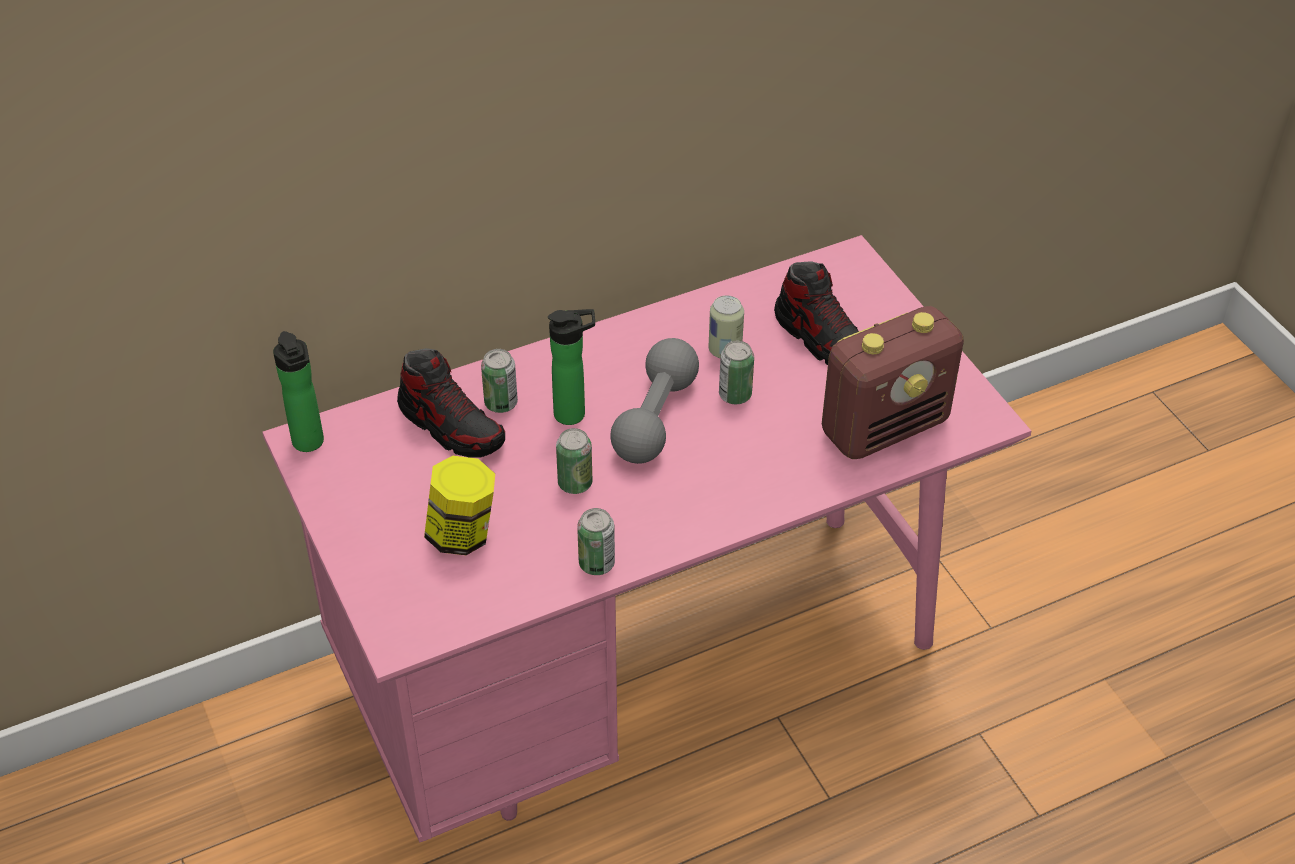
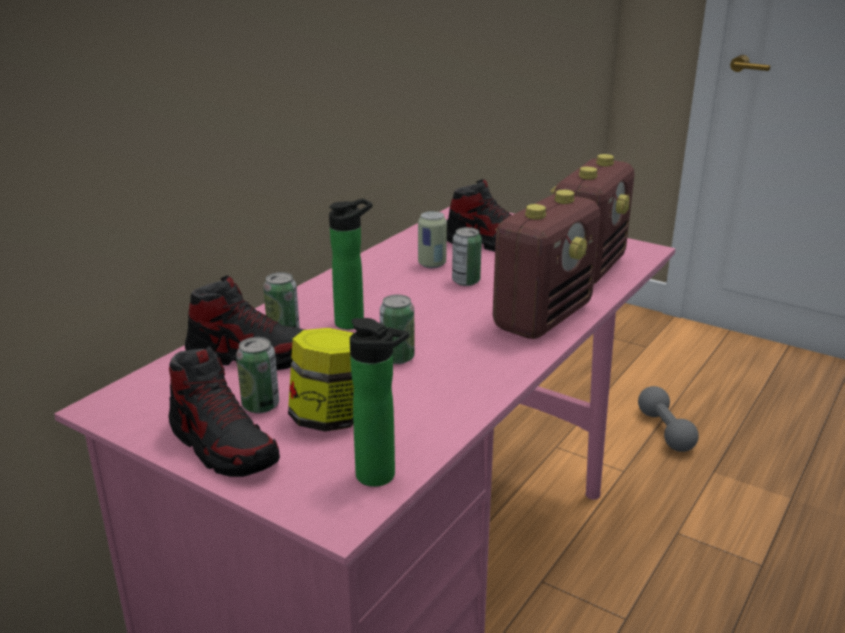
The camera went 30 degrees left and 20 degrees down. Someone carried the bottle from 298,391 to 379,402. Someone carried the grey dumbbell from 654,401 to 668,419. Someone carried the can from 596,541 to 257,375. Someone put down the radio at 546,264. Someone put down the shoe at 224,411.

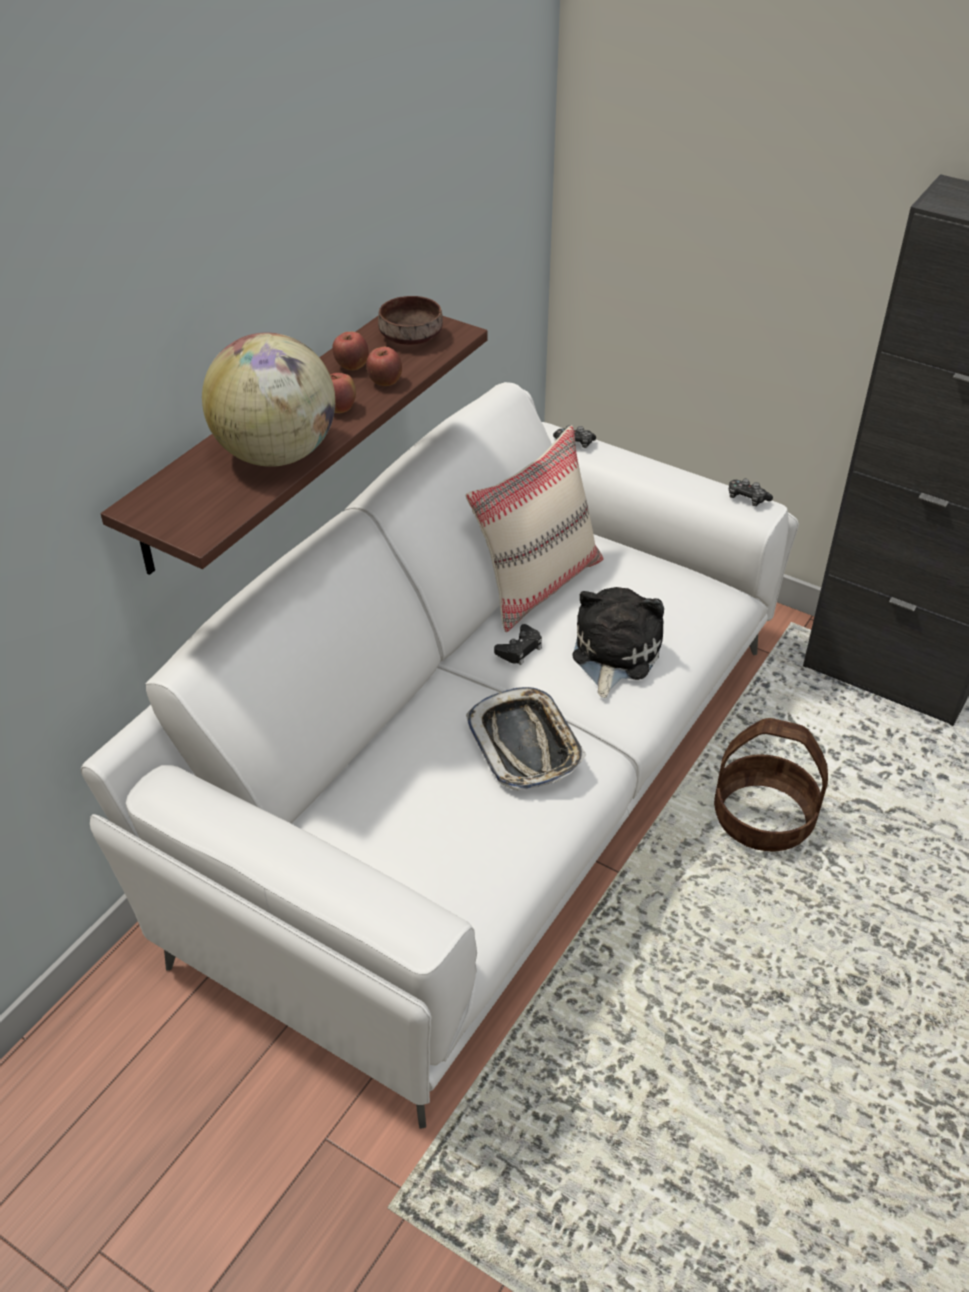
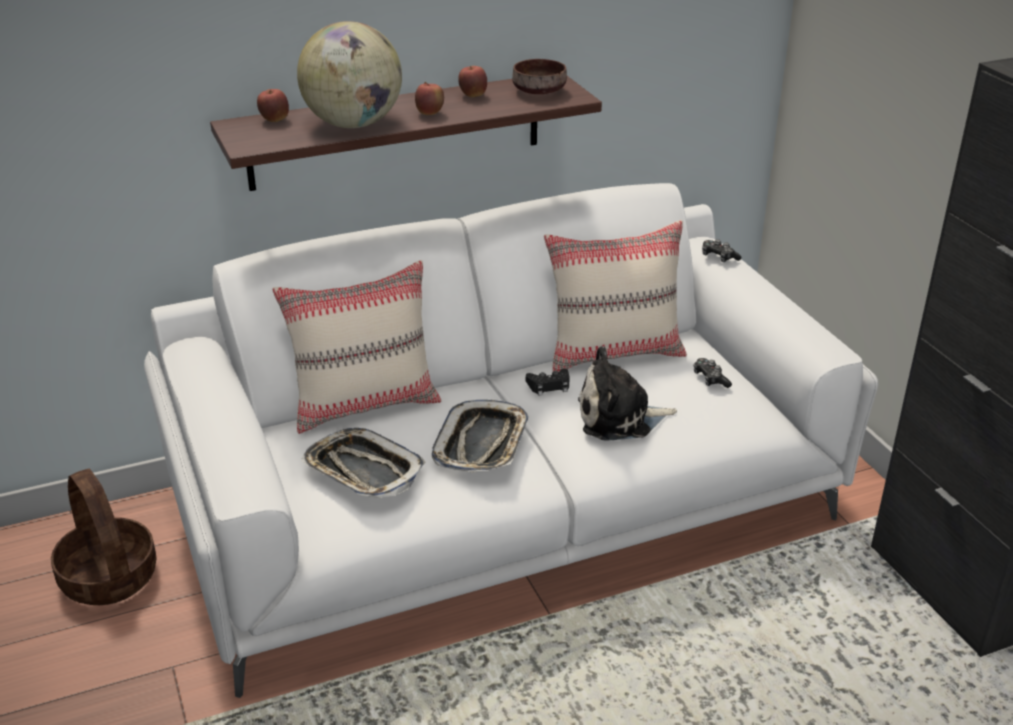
The camera went 35 degrees right and 10 degrees down. Someone carried the apple from 384,366 to 273,105. Someone carried the game controller from 751,492 to 712,373. Someone rotated the plush toy at 618,642 by 150 degrees counterclockwise. Someone carried the basket from 771,785 to 104,537. Someone put down the beige pillow at 357,347. Someone put down the tray at 363,463.

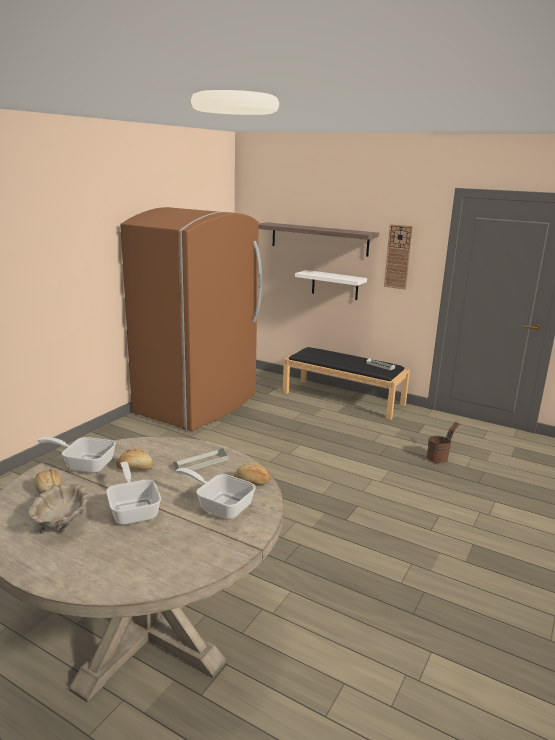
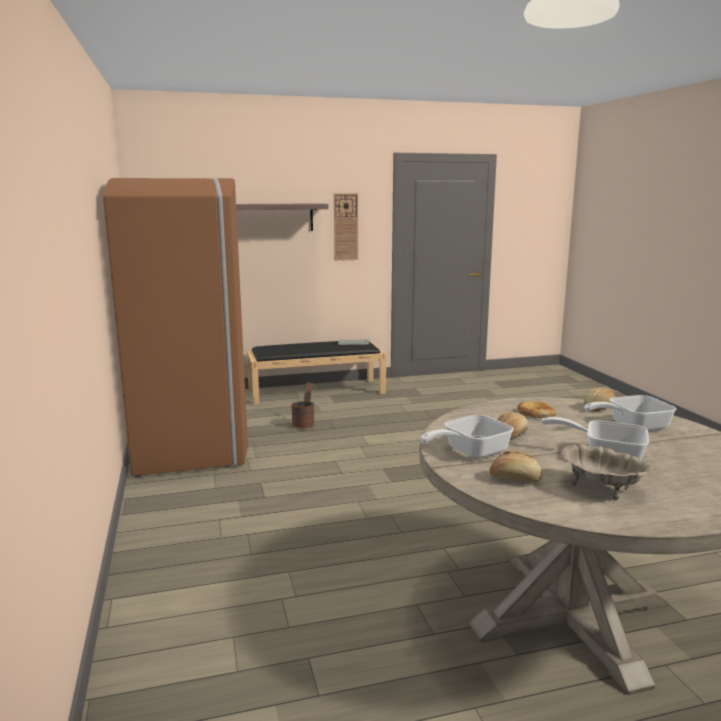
The camera went 45 degrees left and 5 degrees down. Someone took away the white shelf at 331,285. Someone carried the brown bucket from 443,442 to 302,405. Someone swapped the grey tray at 200,459 for the bread at 536,409.

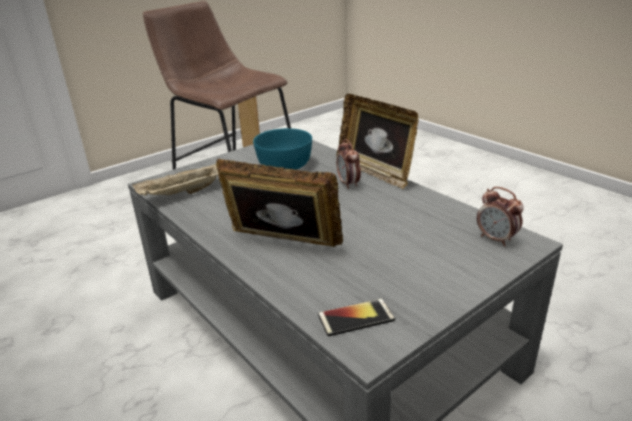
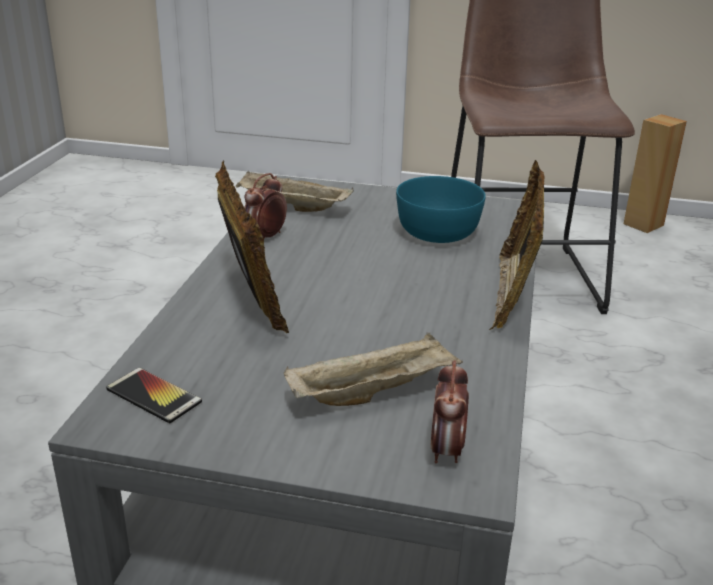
The camera went 50 degrees right and 0 degrees up. Someone carried the alarm clock from 348,164 to 266,206. Someone put down the beige tray at 373,369.

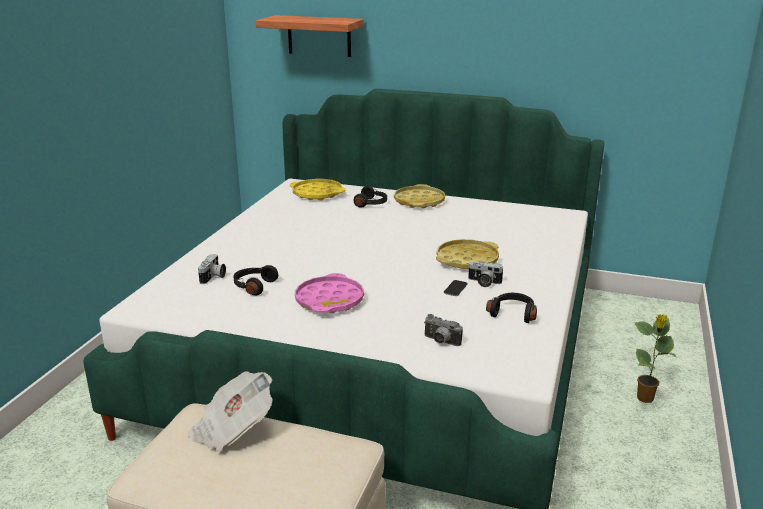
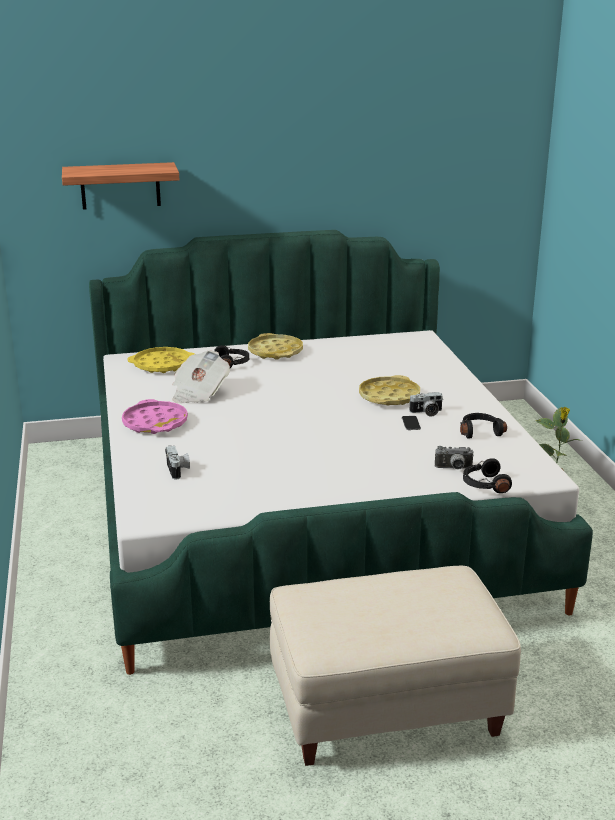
The camera went 30 degrees left and 0 degrees up. Someone carried the black headphones from 255,280 to 487,475. Someone carried the pink tray from 329,293 to 155,416. Someone carried the newspaper from 230,411 to 201,377.

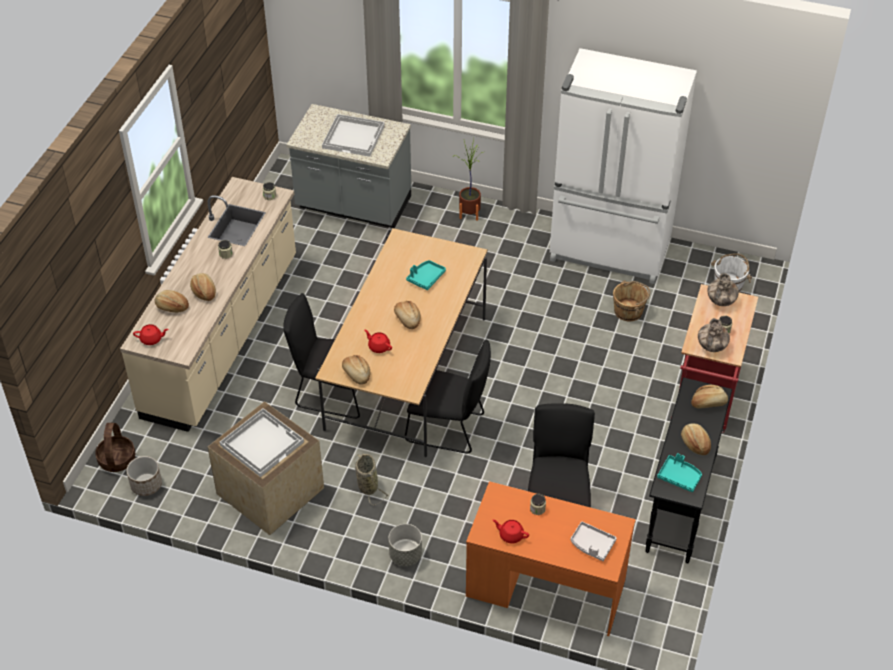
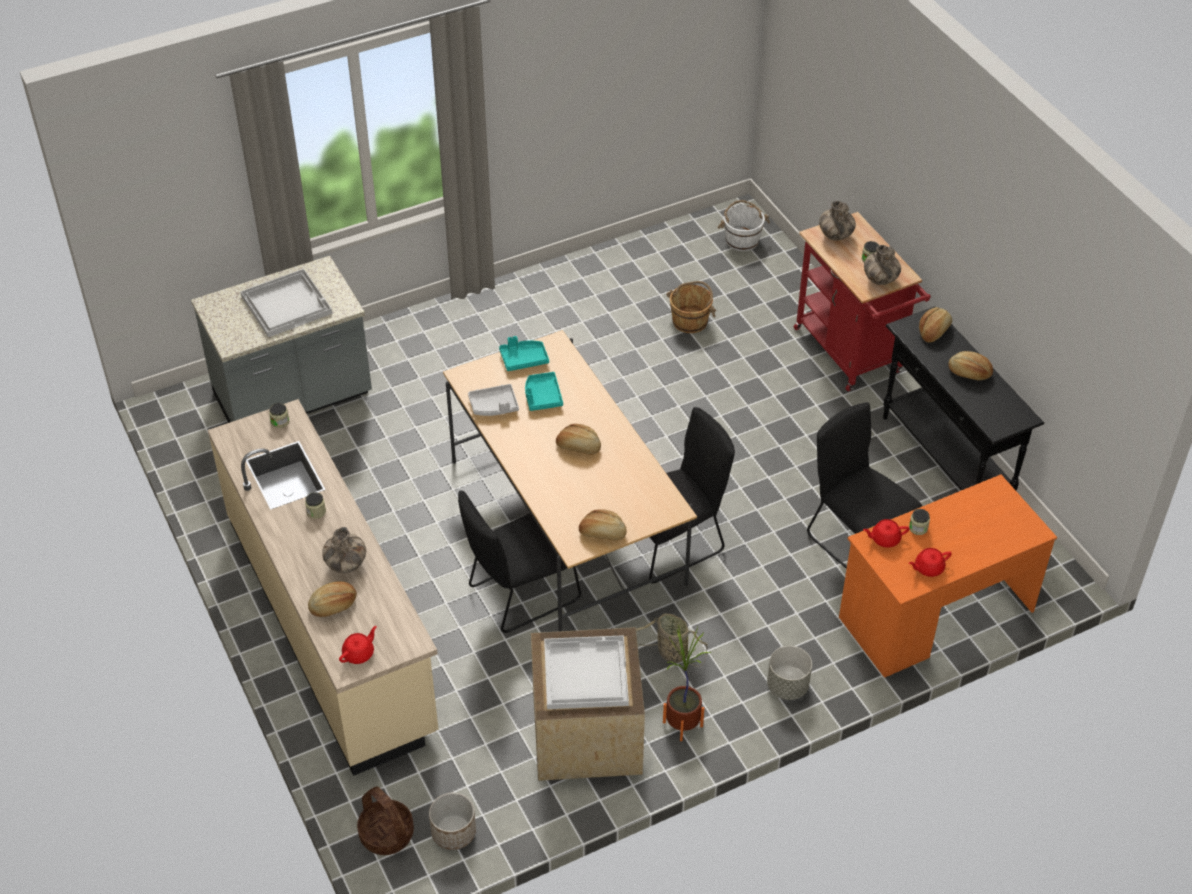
The camera went 45 degrees left and 0 degrees up. Someone took away the white fridge at 623,166. Someone carried the potted plant from 468,179 to 687,682. Someone swapped the bread at 203,287 for the vase at 344,550. Someone carried the red teapot from 378,341 to 886,533. Someone carried the turquoise tray from 679,472 to 524,353. Someone carried the grey tray from 593,541 to 493,400.

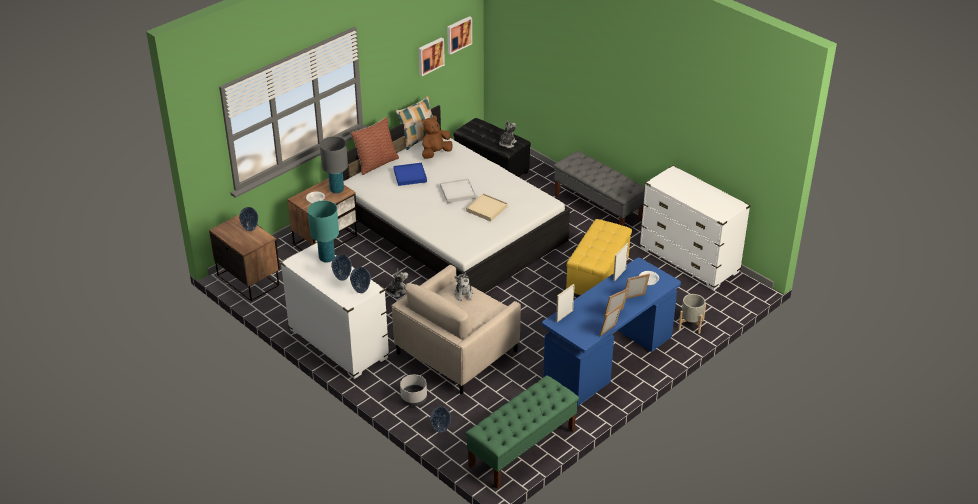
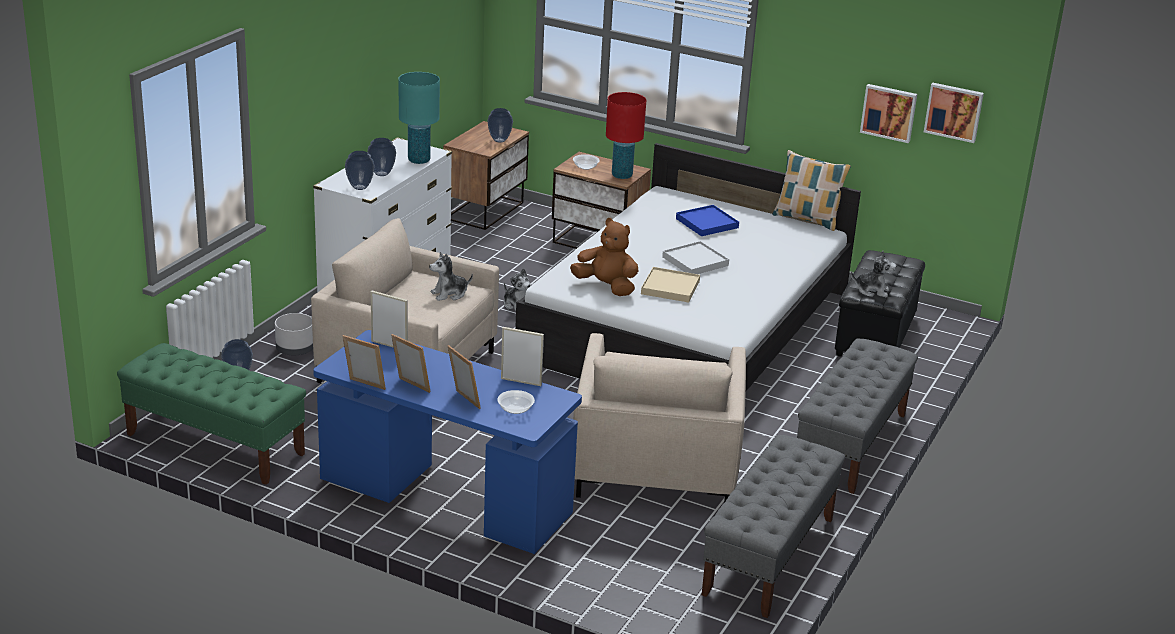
The camera went 70 degrees right and 10 degrees down. Someone carried the brown plush toy from 437,137 to 604,257. Someone took away the pillow at 374,146. Someone repainted the grey table lamp at 334,164, which became the red table lamp at 626,135. Someone swapped the white dresser at 695,227 for the grey bench at 773,526. Someone swapped the yellow ottoman at 599,257 for the beige armchair at 659,418. Someone took away the grey planter at 692,314.

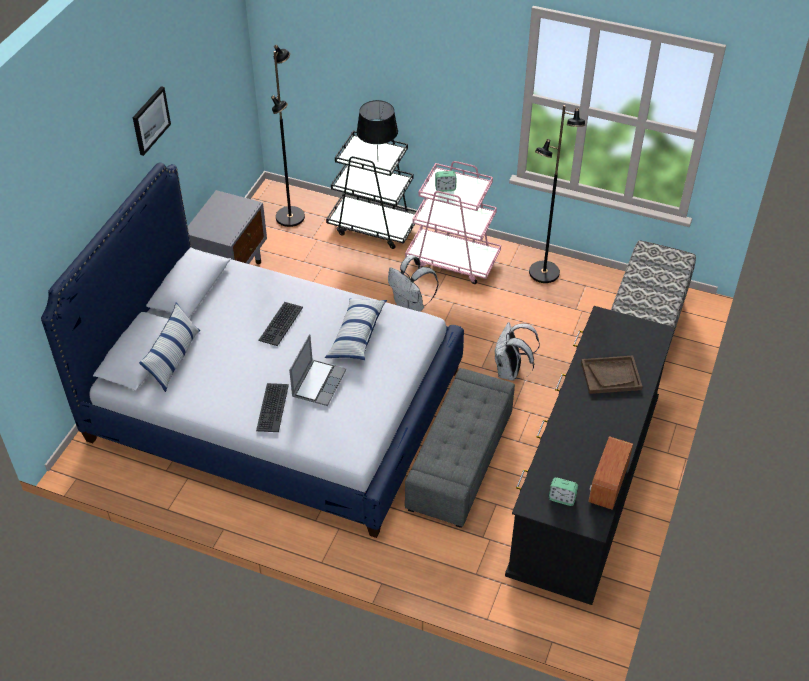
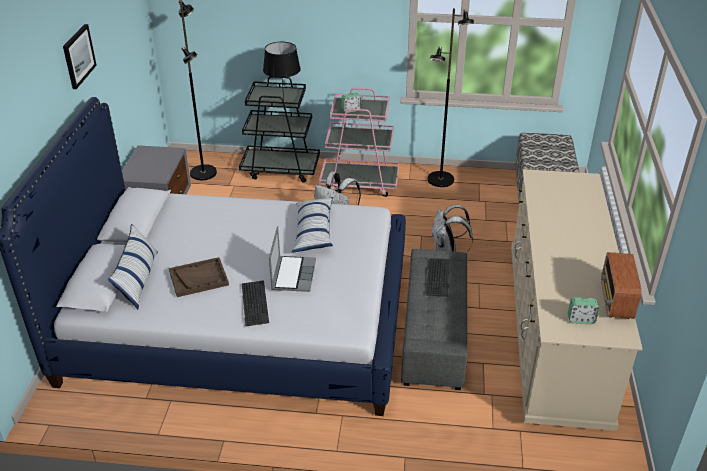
The camera went 15 degrees left and 10 degrees down. Someone carried the keyboard from 281,324 to 438,277. Someone repainted the black dresser at 590,455, which became the beige dresser at 577,300. Someone carried the brown tray from 612,374 to 199,277.

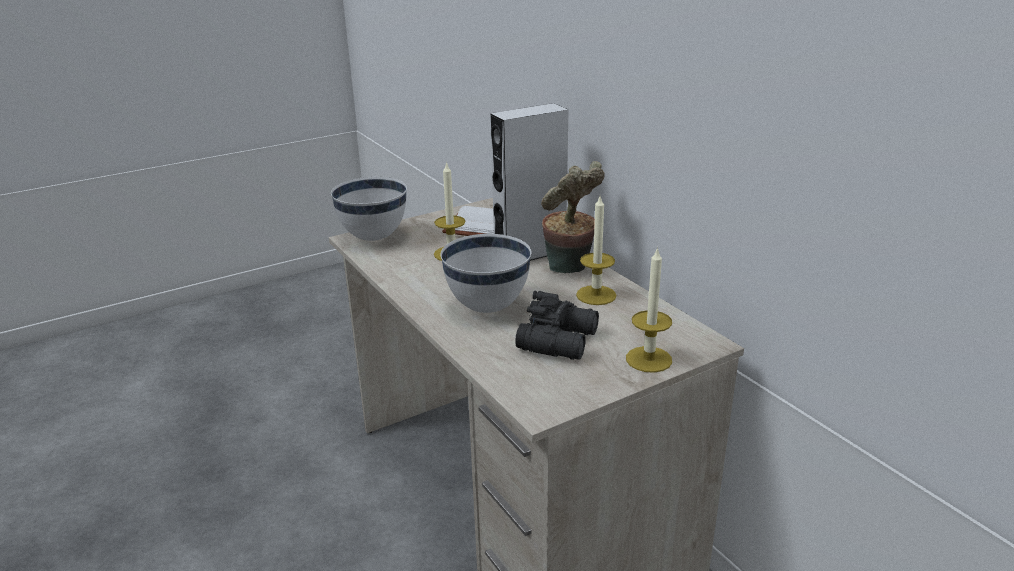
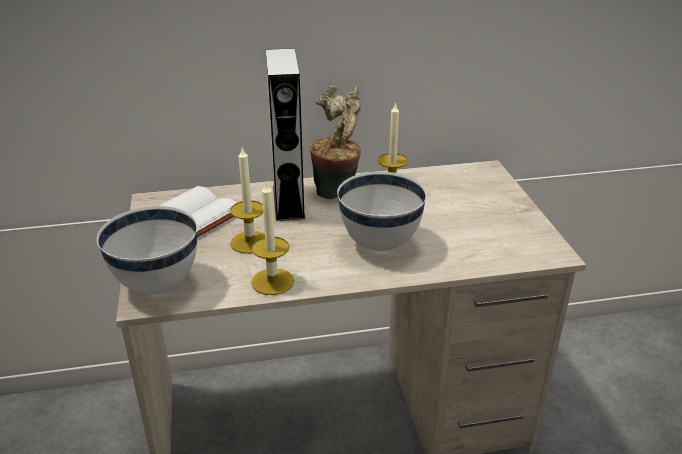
The camera went 70 degrees left and 5 degrees up. Someone carried the candle from 649,310 to 272,238. Someone took away the black binoculars at 557,325.

